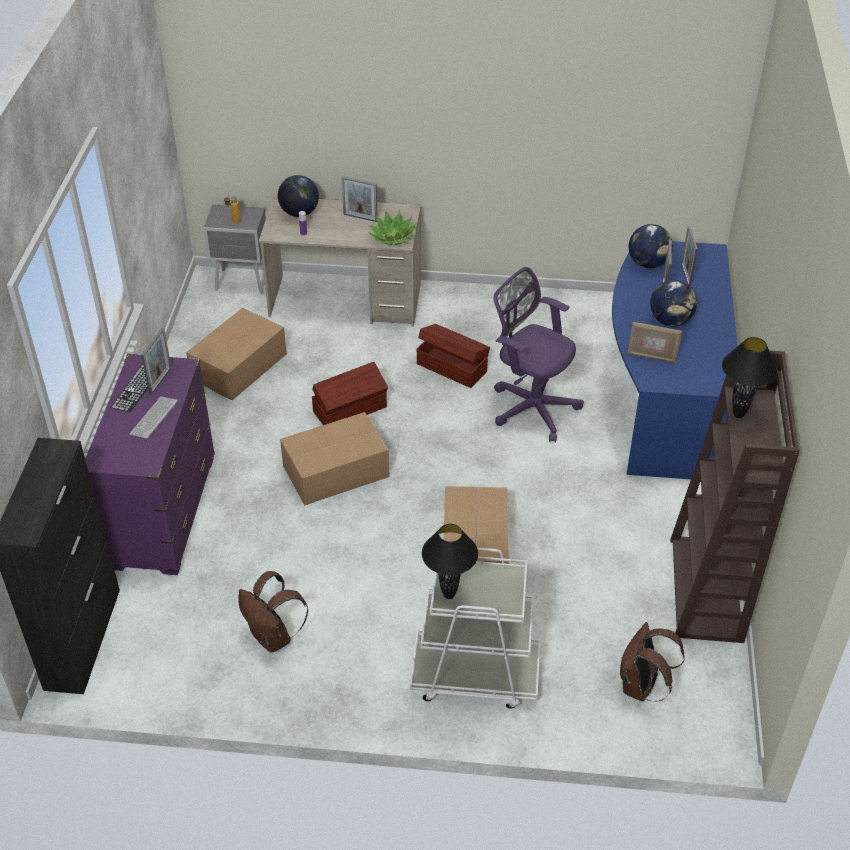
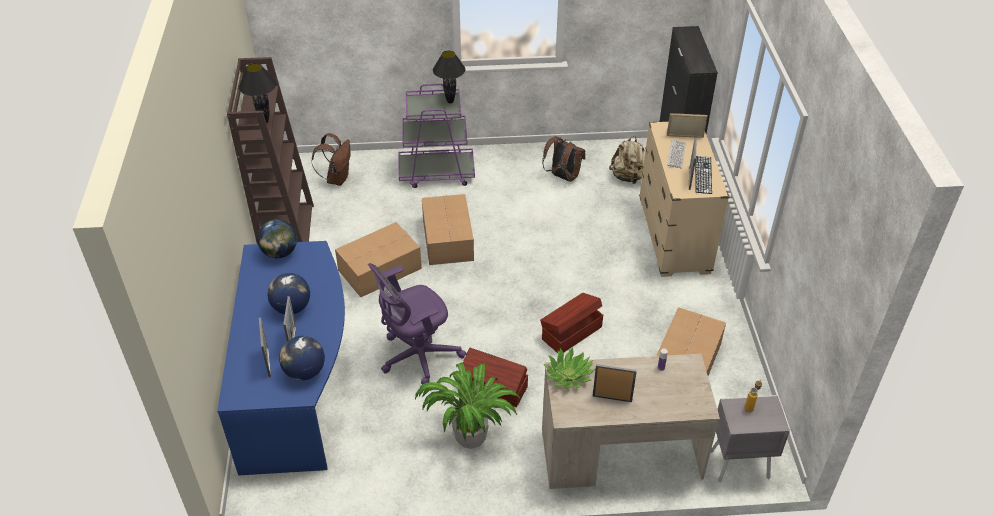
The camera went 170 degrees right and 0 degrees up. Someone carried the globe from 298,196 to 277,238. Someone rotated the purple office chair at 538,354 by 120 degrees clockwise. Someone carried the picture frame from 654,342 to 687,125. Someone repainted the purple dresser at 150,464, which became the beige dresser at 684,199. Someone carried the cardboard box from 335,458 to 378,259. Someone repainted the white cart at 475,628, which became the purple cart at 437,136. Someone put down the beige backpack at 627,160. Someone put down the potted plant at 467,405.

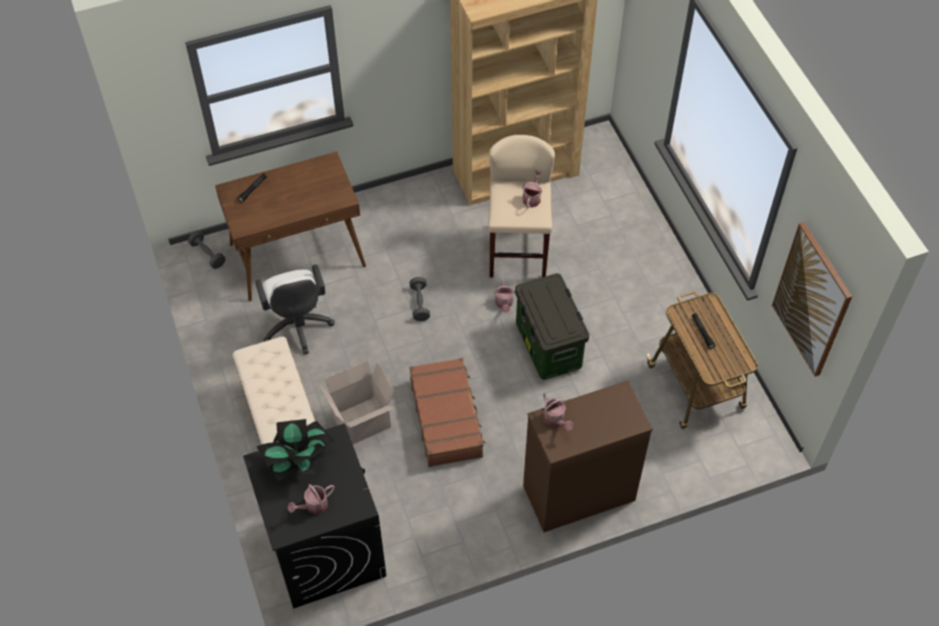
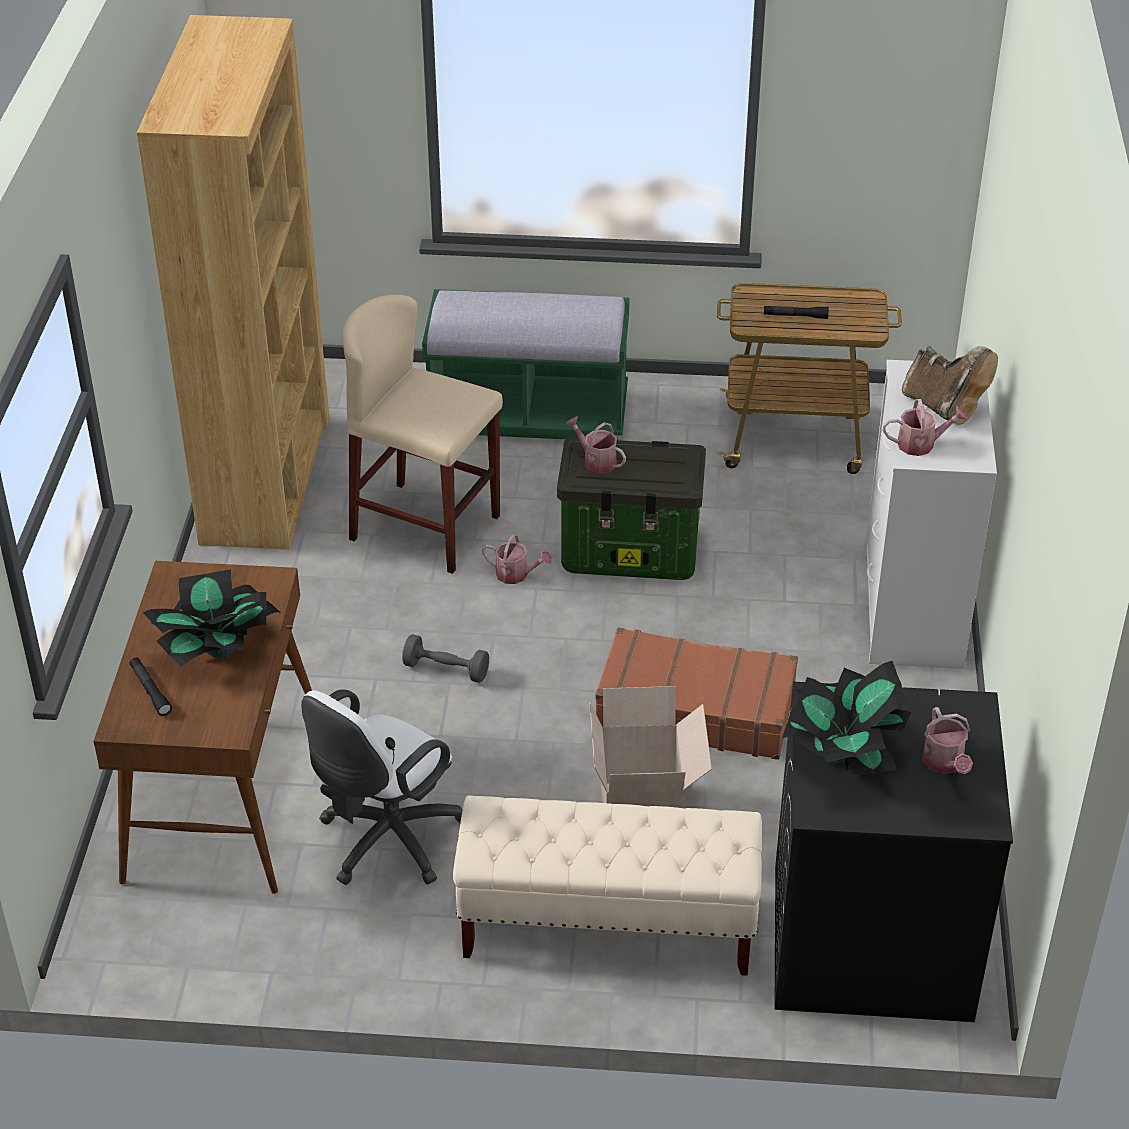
The camera went 65 degrees left and 15 degrees down. Someone carried the watering can from 532,189 to 595,445. Someone took away the picture at 812,299. Someone took away the grey dumbbell at 206,250. Someone rotated the white office chair at 294,309 by 120 degrees clockwise. Someone repainted the brown dresser at 588,456, which became the white dresser at 930,514. Someone put down the green bench at 526,364. Someone put down the brown boot at 950,385. Someone put down the potted plant at 212,618.

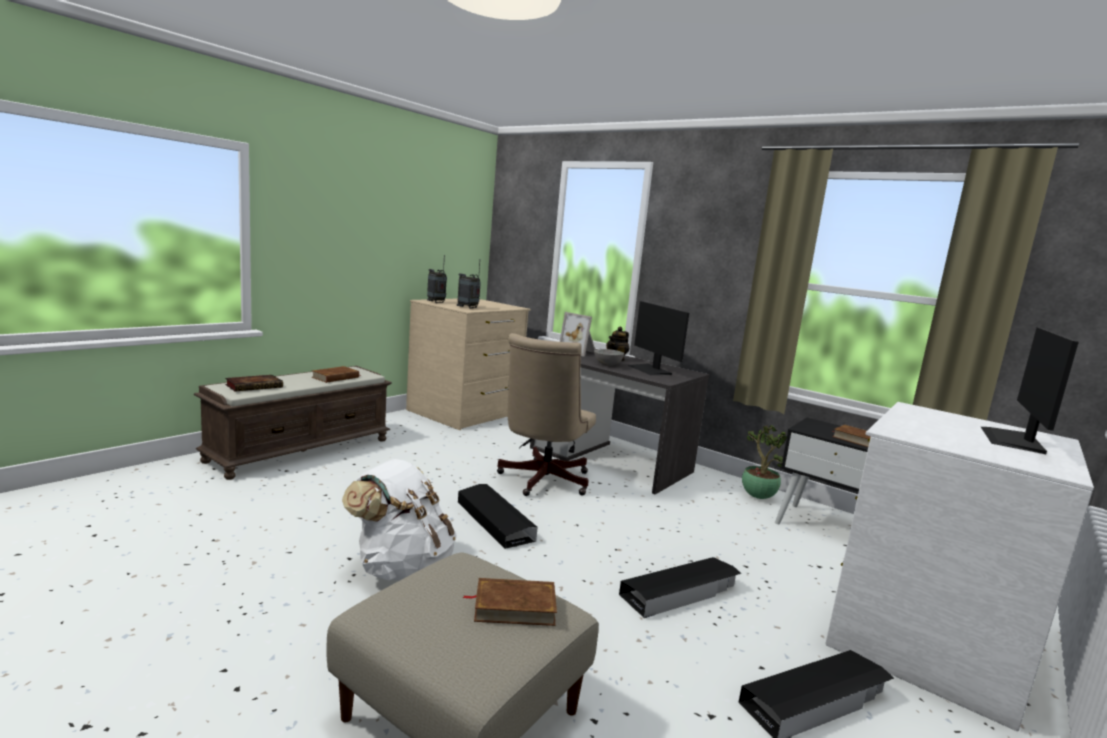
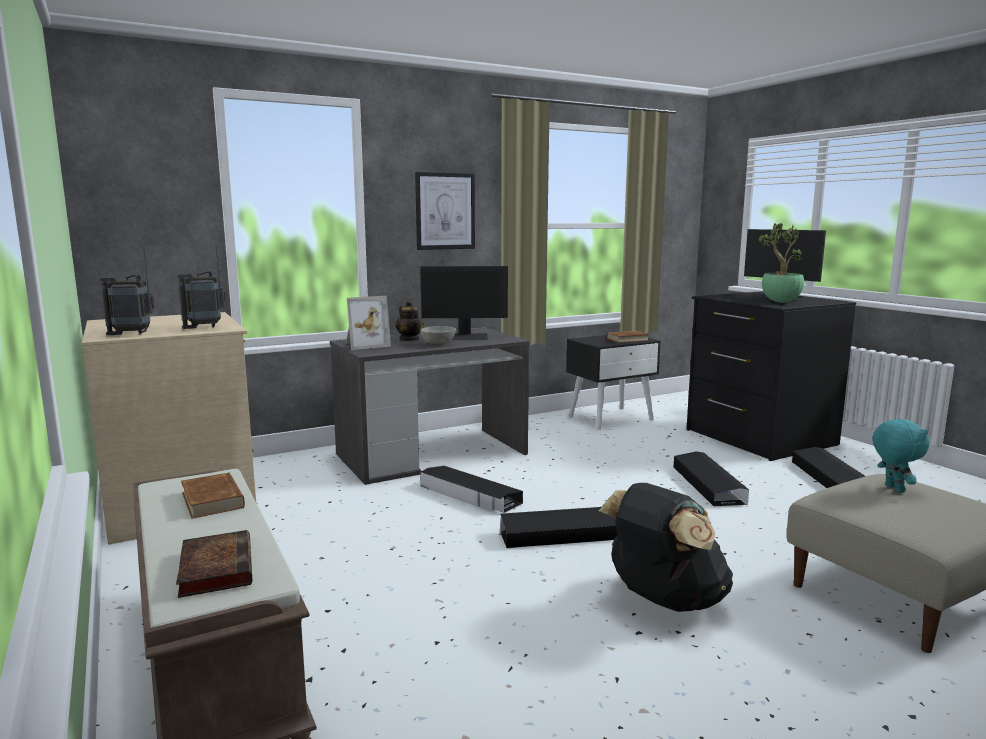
The camera went 65 degrees left and 0 degrees up. Someone swapped the beige office chair at 546,414 for the black storage box at 471,489. Someone repainted the white dresser at 959,566, which became the black dresser at 771,376. Someone carried the potted plant from 764,462 to 781,263. Someone repainted the white backpack at 399,520, which became the black backpack at 666,547. Someone swapped the brown book at 509,602 for the turquoise plush toy at 900,455. Someone put up the picture at 445,211.

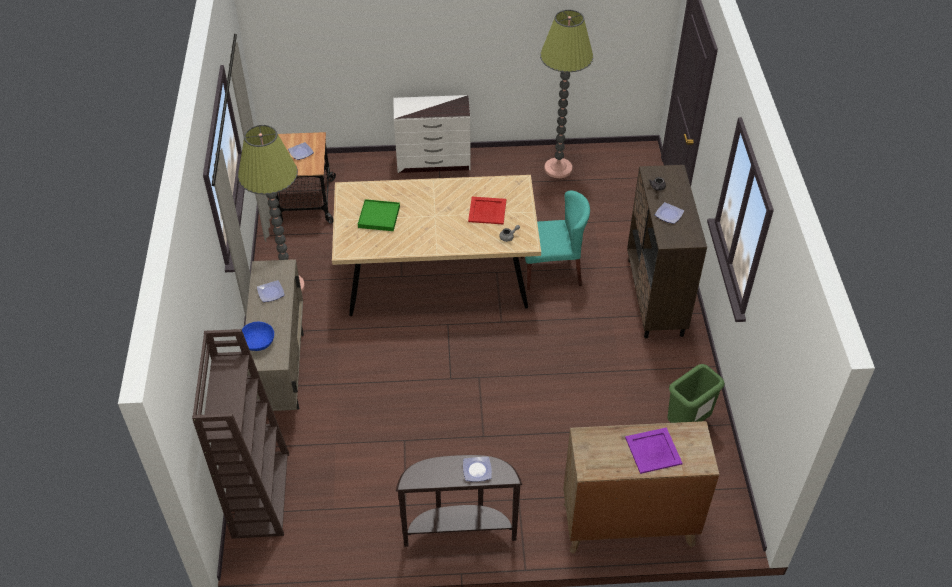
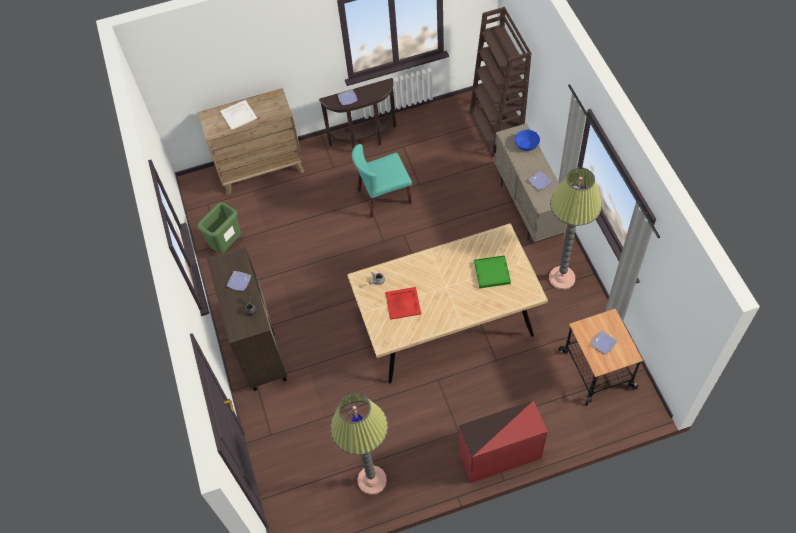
The camera went 170 degrees right and 10 degrees up. Someone repainted the white dresser at 432,134, which became the red dresser at 503,441. Someone carried the turquoise chair from 555,240 to 382,181. Someone repainted the purple tray at 654,450, which became the white tray at 238,115.

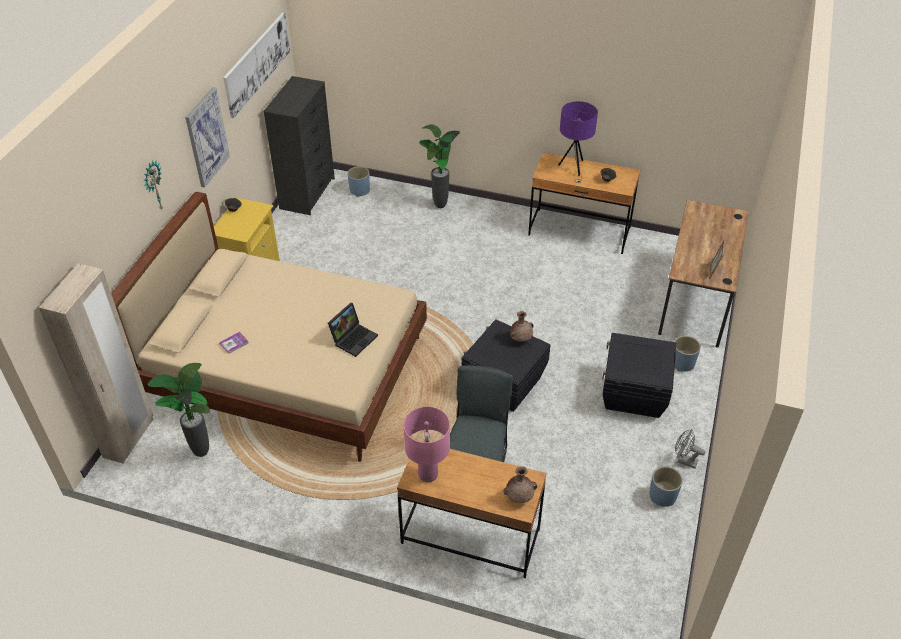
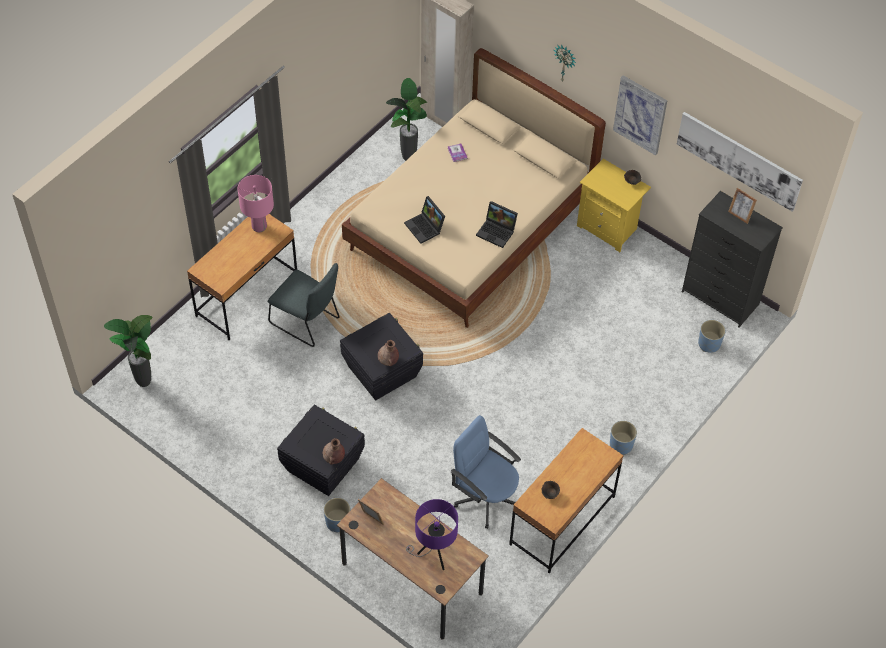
The camera went 110 degrees right and 10 degrees up. Someone carried the purple table lamp from 578,142 to 432,534. Someone carried the potted plant from 439,166 to 128,351. Someone took away the grey fan at 690,449. Someone carried the brown vase from 520,484 to 334,451. Someone carried the blue planter from 666,486 to 623,438. Someone put down the picture frame at 742,206. Someone put down the laptop at 497,224. Someone put down the blue office chair at 485,472.

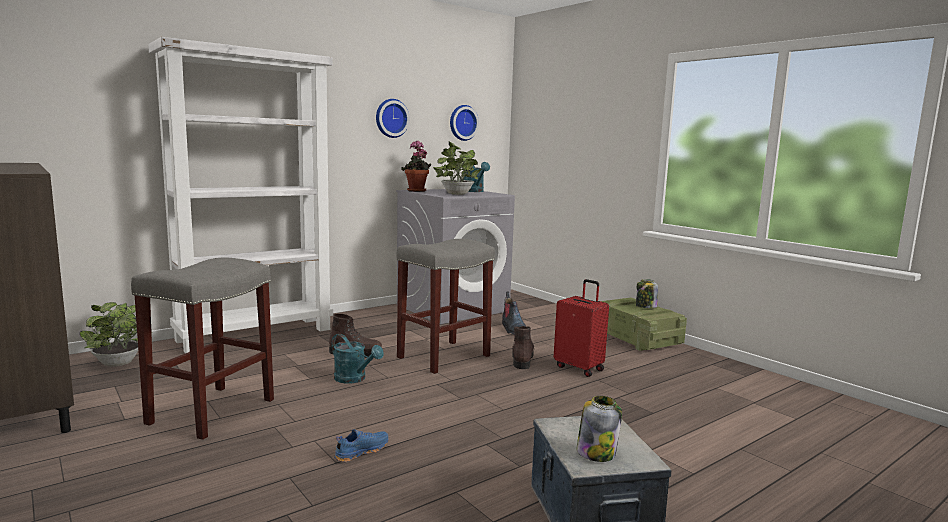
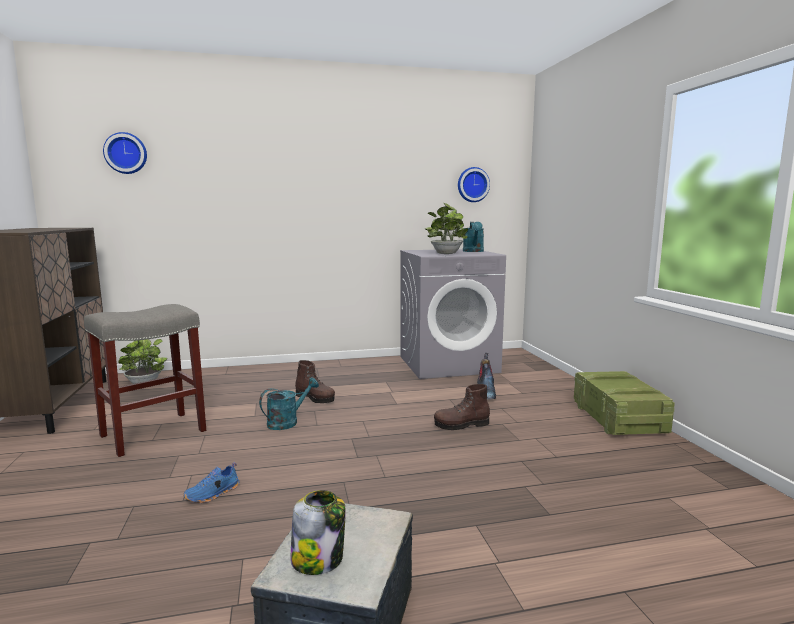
The camera went 25 degrees right and 0 degrees up. Someone took away the white bookcase at 240,195. Someone carried the wall clock from 393,118 to 125,153. Someone took away the potted plant at 416,166. Someone took away the grey stool at 446,306. Someone took away the red suitcase at 581,328. Someone took away the jar at 647,293. Someone rotated the brown boot at 523,347 by 135 degrees counterclockwise. Someone rotated the turquoise watering can at 358,359 by 105 degrees counterclockwise. Someone rotated the blue shoe at 361,445 by 150 degrees clockwise.

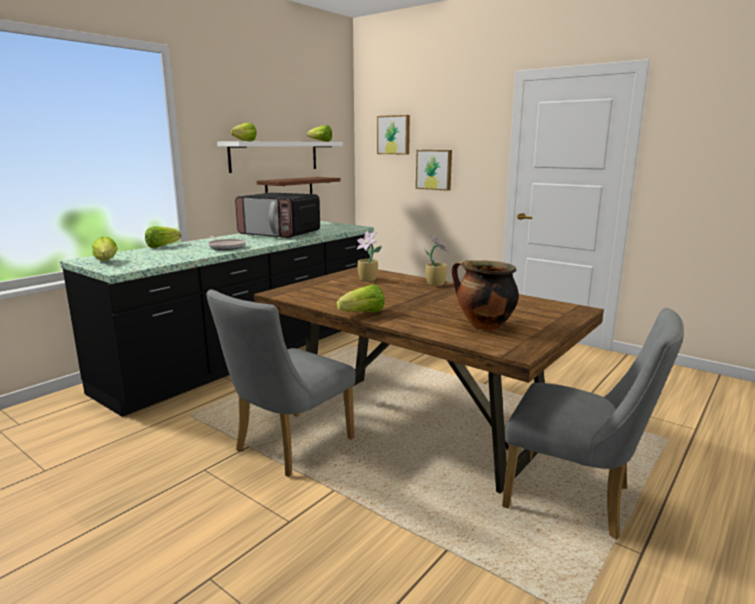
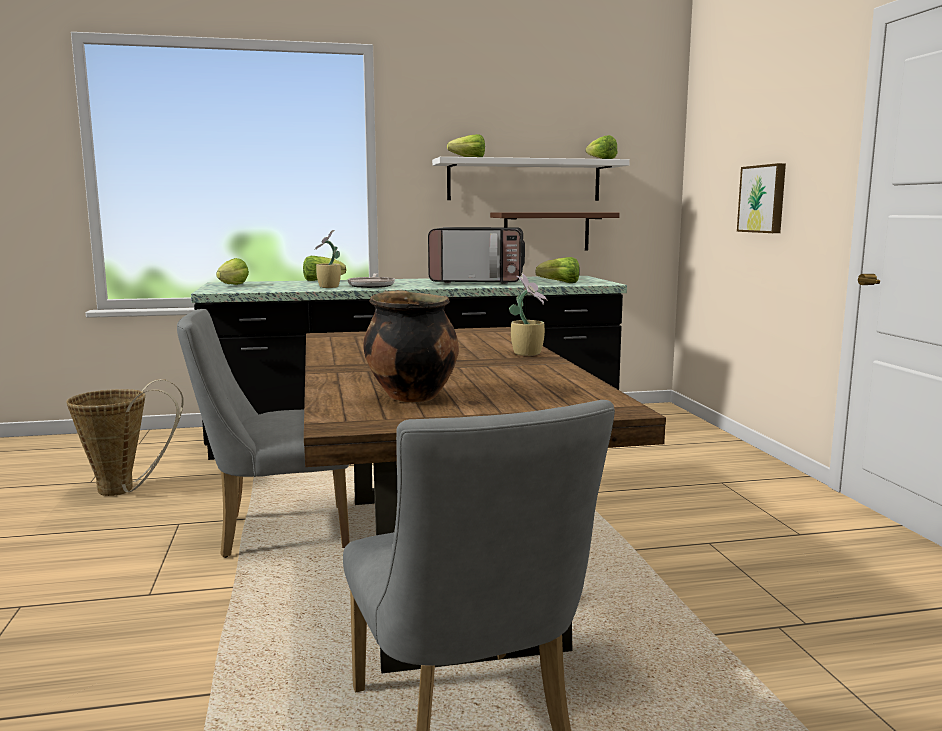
The camera went 40 degrees right and 5 degrees down. Someone took away the picture at 393,134. Someone rotated the microwave at 277,215 by 60 degrees counterclockwise. Someone carried the potted plant from 369,256 to 327,259. Someone carried the lettuce from 360,298 to 557,270. Someone put down the basket at 125,437.

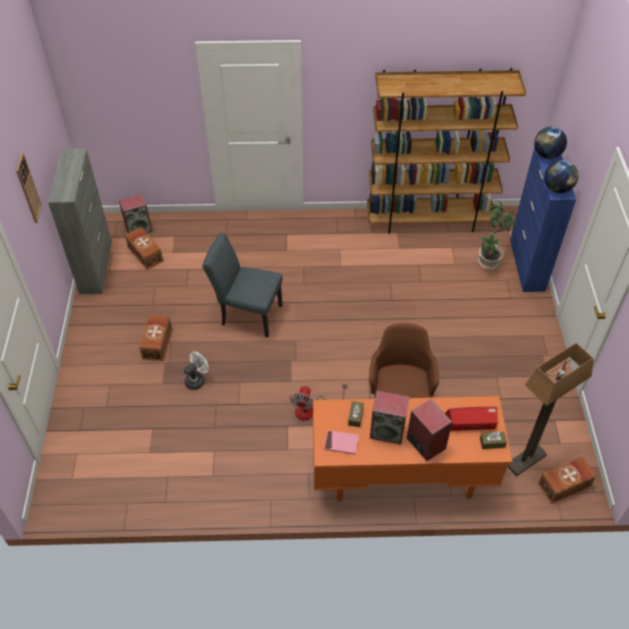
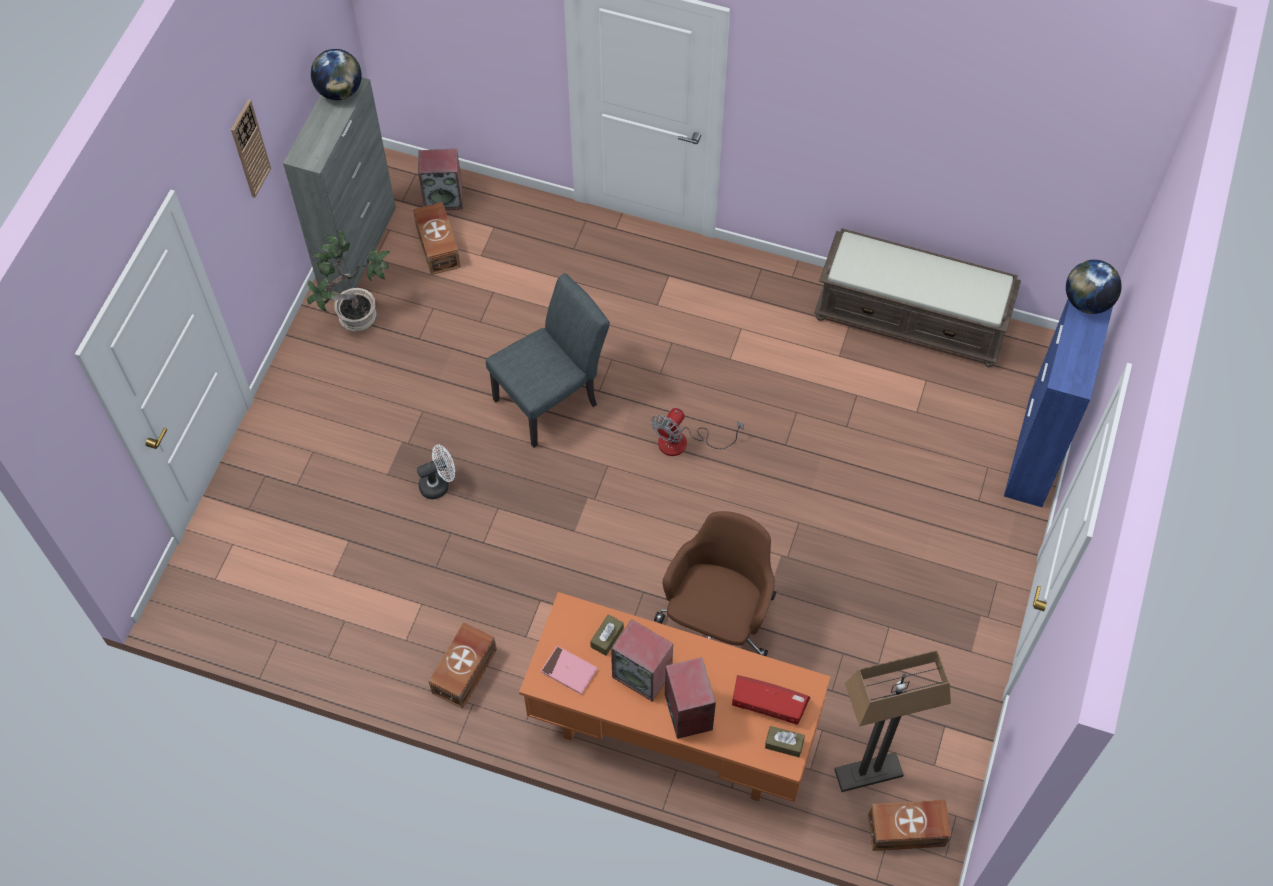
The camera went 20 degrees right and 10 degrees up. Someone swapped the brown bookcase at 446,151 for the brown bench at 917,297. Someone carried the globe from 561,176 to 336,74. Someone carried the potted plant from 496,234 to 348,281. Someone rotated the grey chair at 242,285 by 105 degrees clockwise. Someone carried the brown storage box from 155,337 to 463,665. Someone carried the fan from 318,402 to 697,432.

